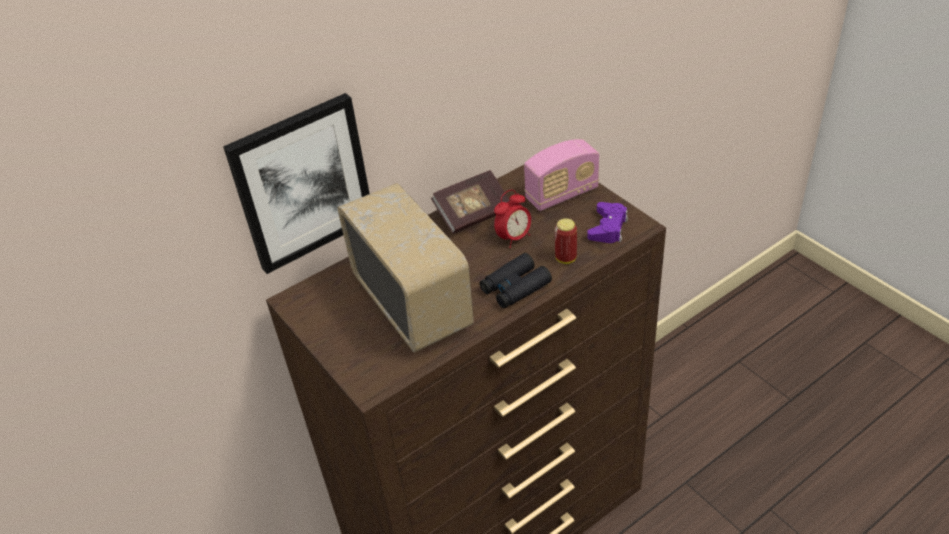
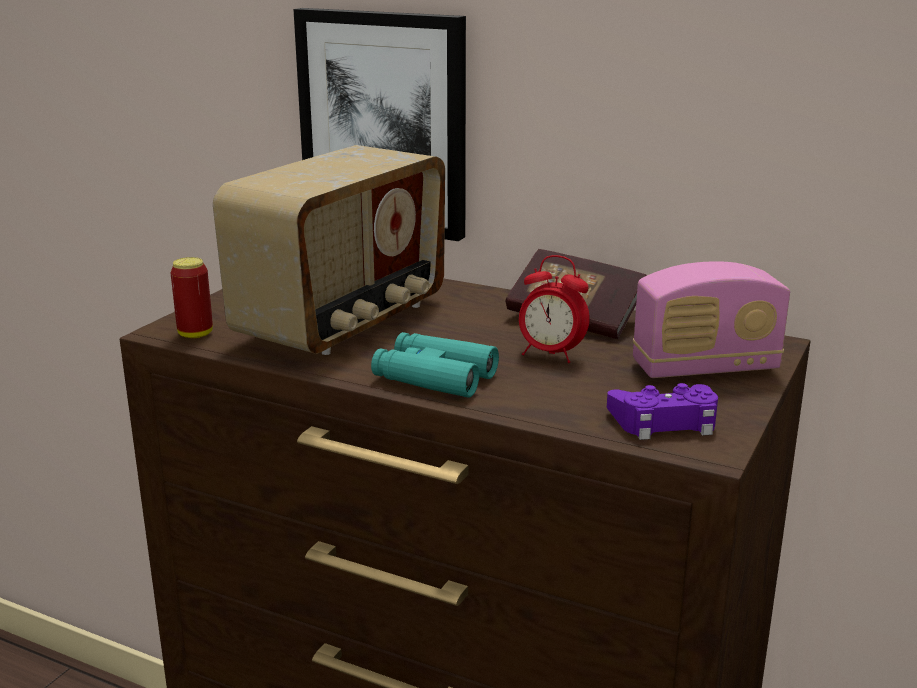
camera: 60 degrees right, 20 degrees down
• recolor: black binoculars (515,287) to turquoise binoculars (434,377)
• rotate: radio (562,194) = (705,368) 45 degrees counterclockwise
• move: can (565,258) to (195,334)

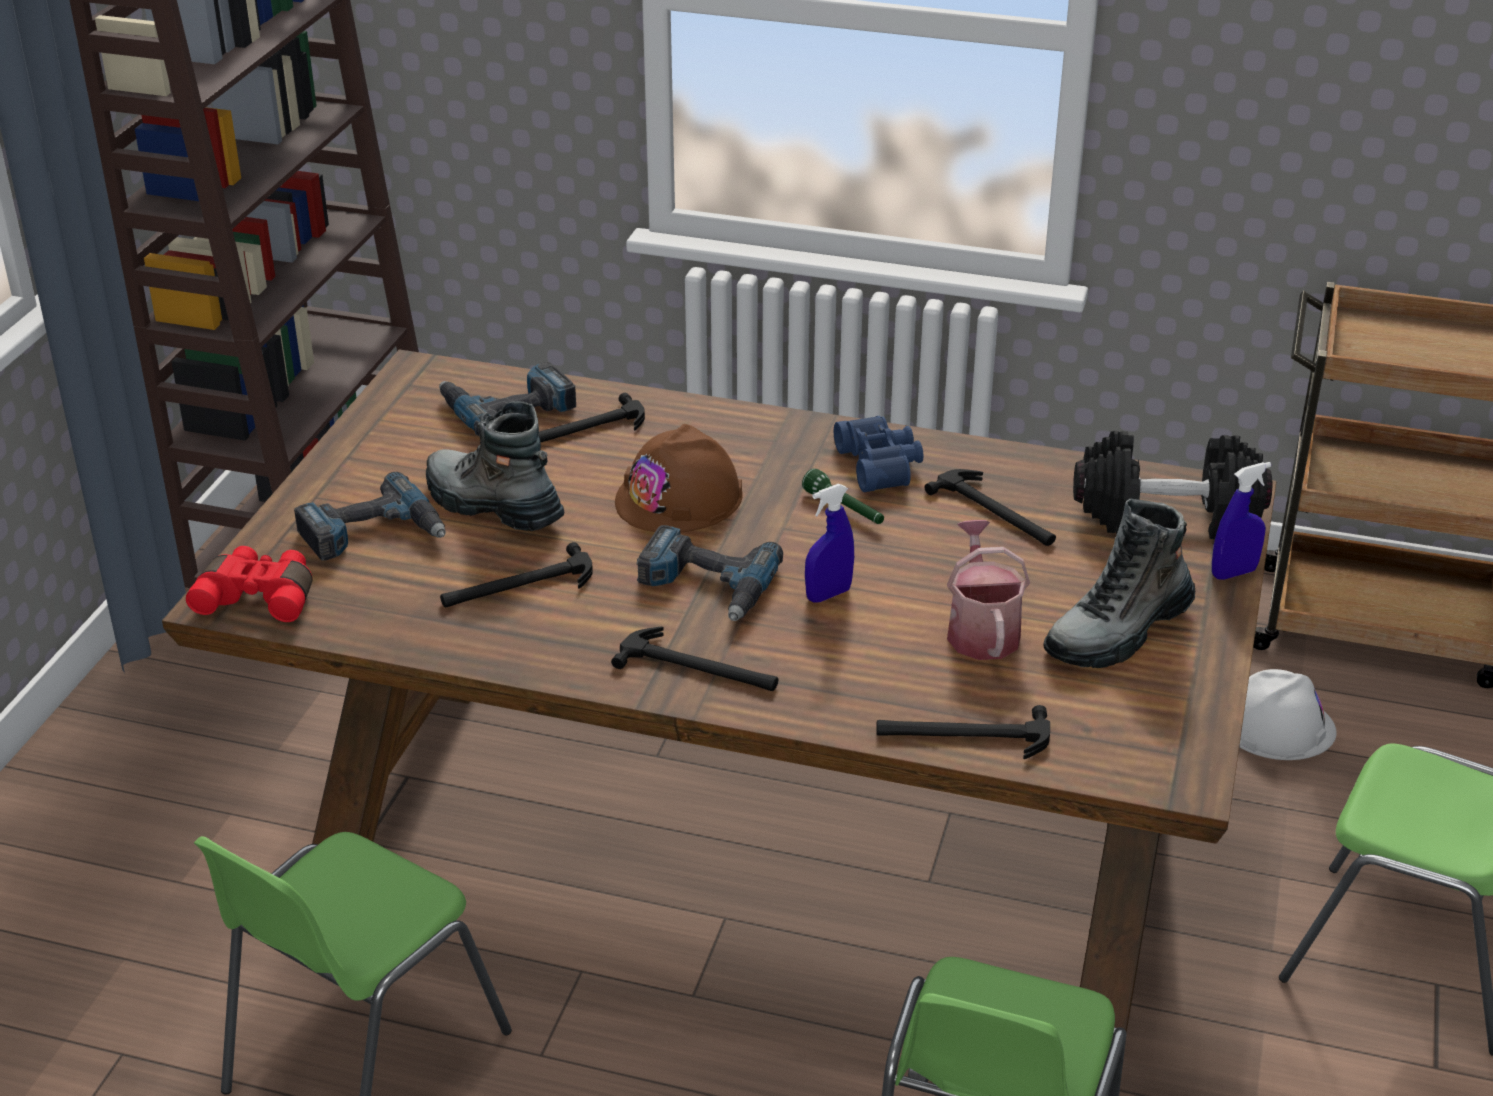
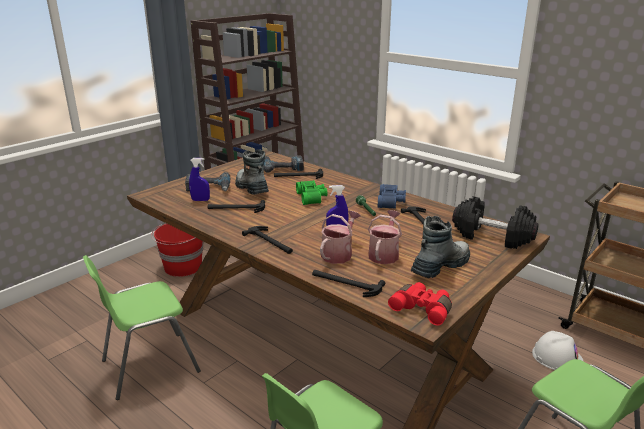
camera: 25 degrees right, 10 degrees down
• move: red binoculars (259,597) to (423,309)
• replace: brown hard hat (679,499) to green binoculars (312,197)
• delete: power drill (705,586)
• rotate: boot (1119,631) = (440,266) 150 degrees clockwise
• move: blue spray bottle (1233,573) to (200,200)
• insert: red bucket (182,267)
• insert: watering can (339,253)

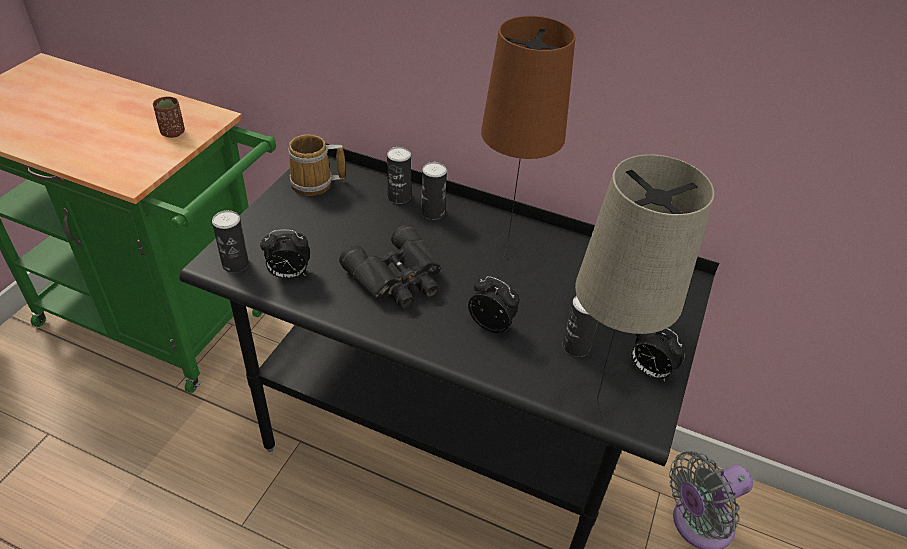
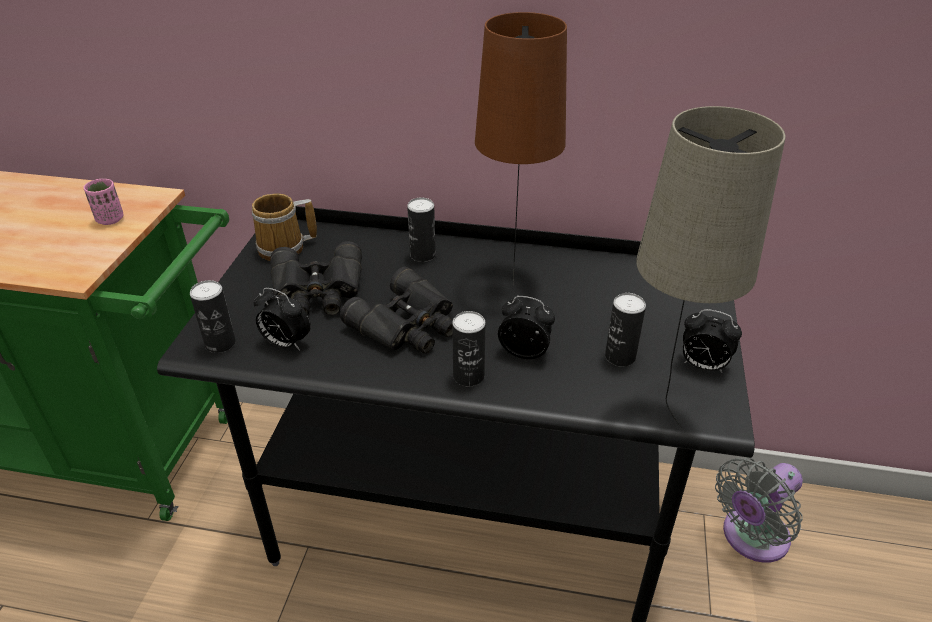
camera: 10 degrees left, 5 degrees down
• recolor: brown cup (173,132) to pink cup (110,219)
• rotate: alarm clock (289,275) = (285,344) 45 degrees clockwise
• move: can (399,197) to (468,376)
• insert: black binoculars (318,291)

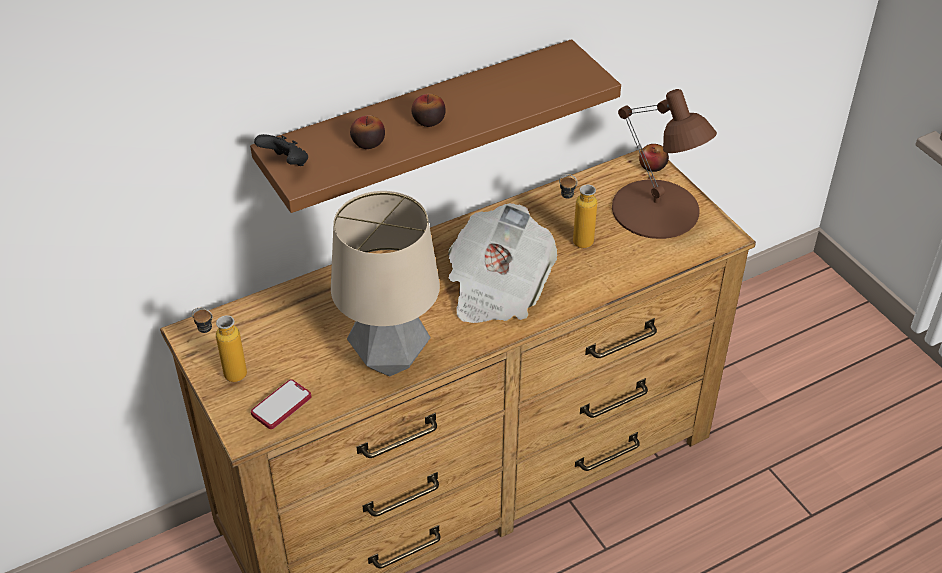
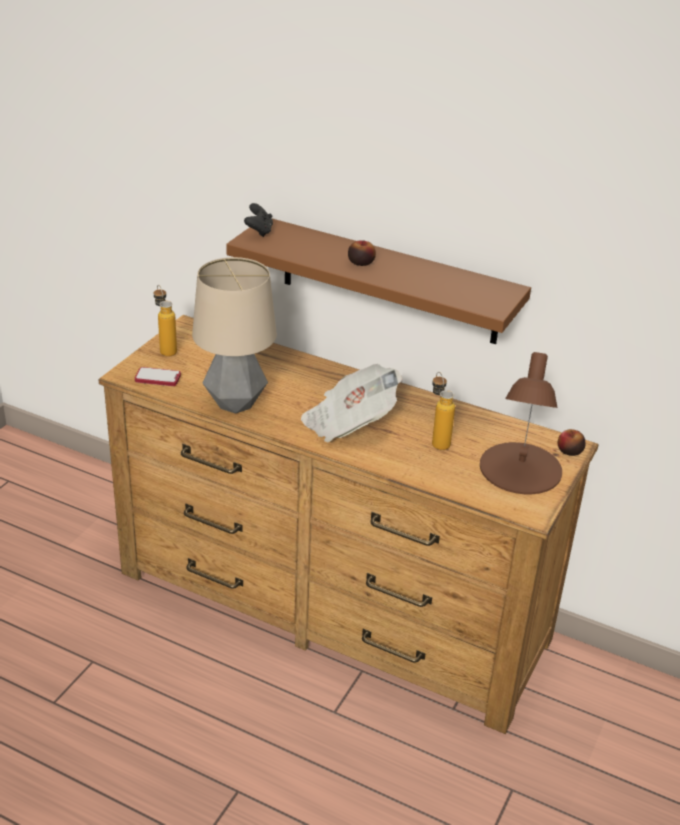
camera: 55 degrees right, 10 degrees down
• delete: apple (368,143)

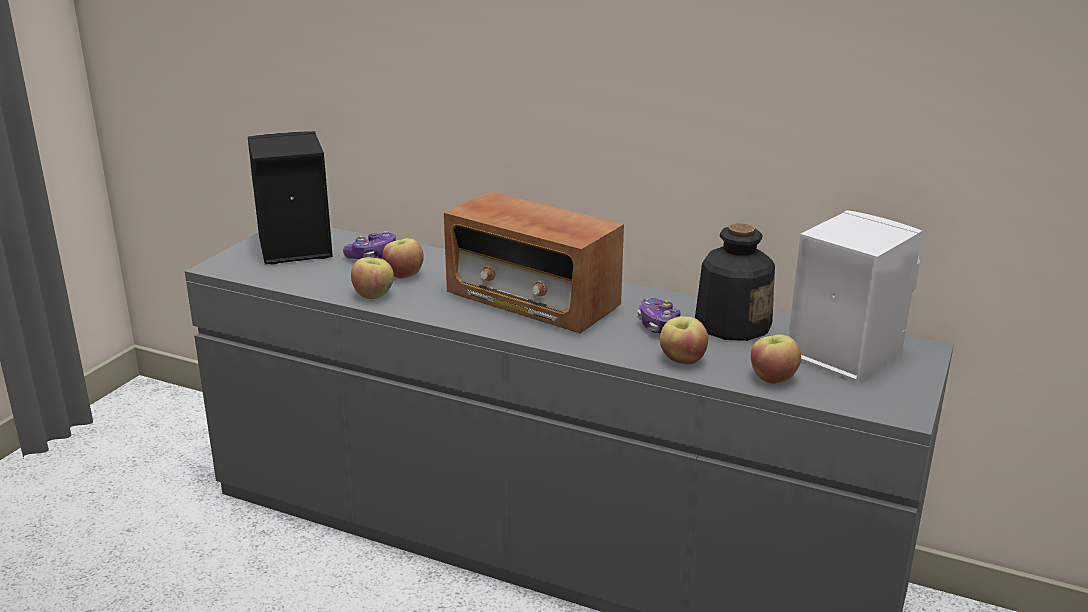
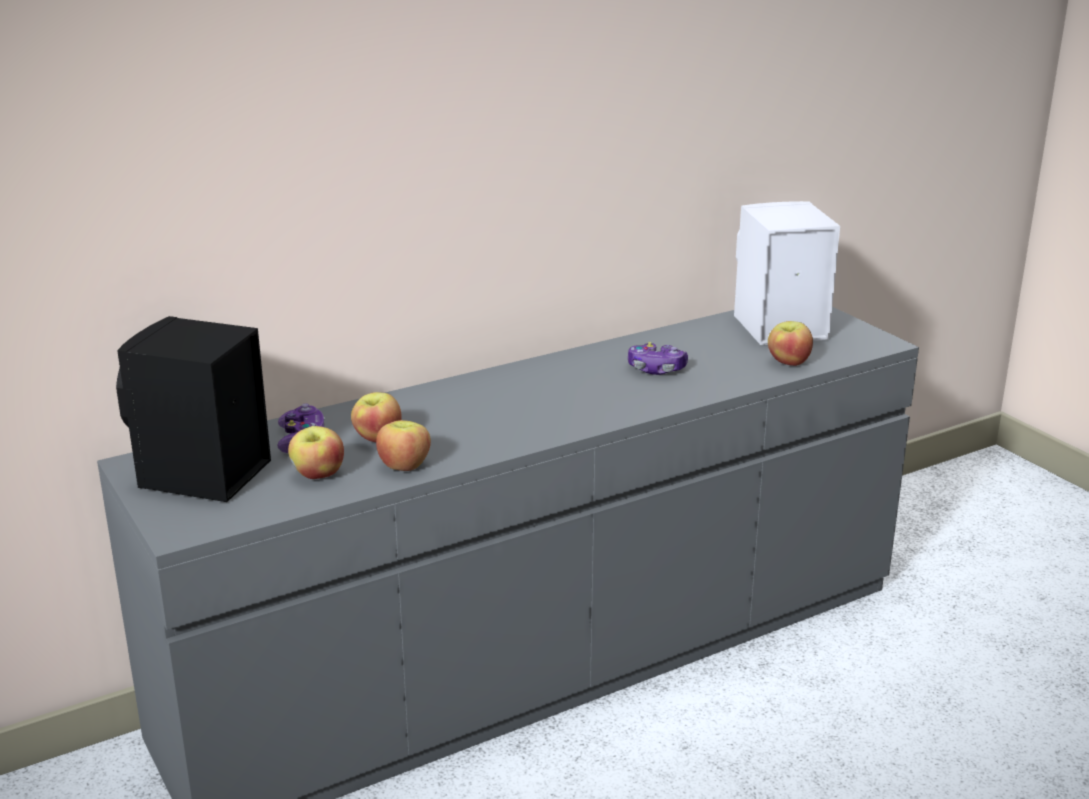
camera: 55 degrees left, 0 degrees up
• delete: radio (532,301)
• move: apple (682,360) to (318,475)
• delete: bottle (732,324)

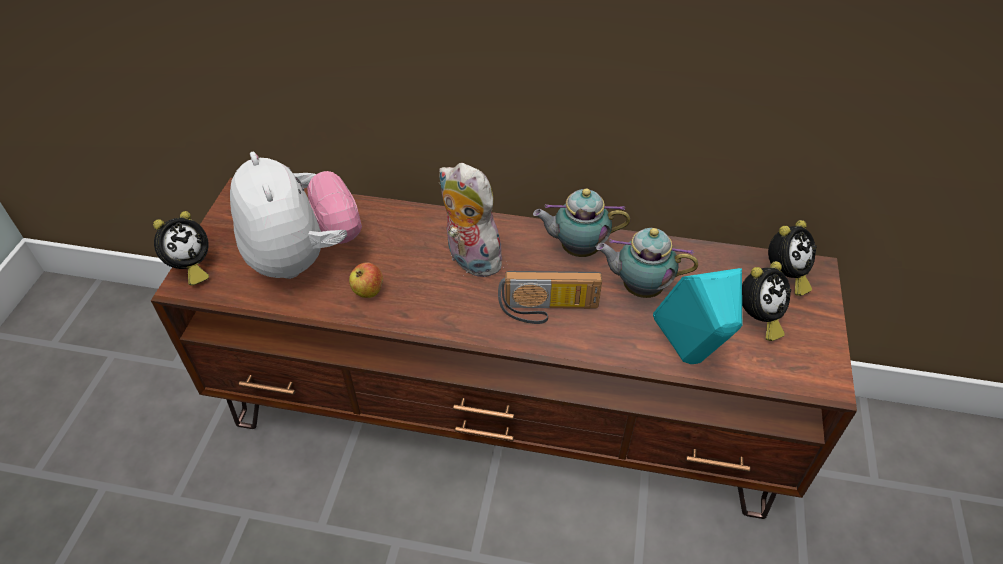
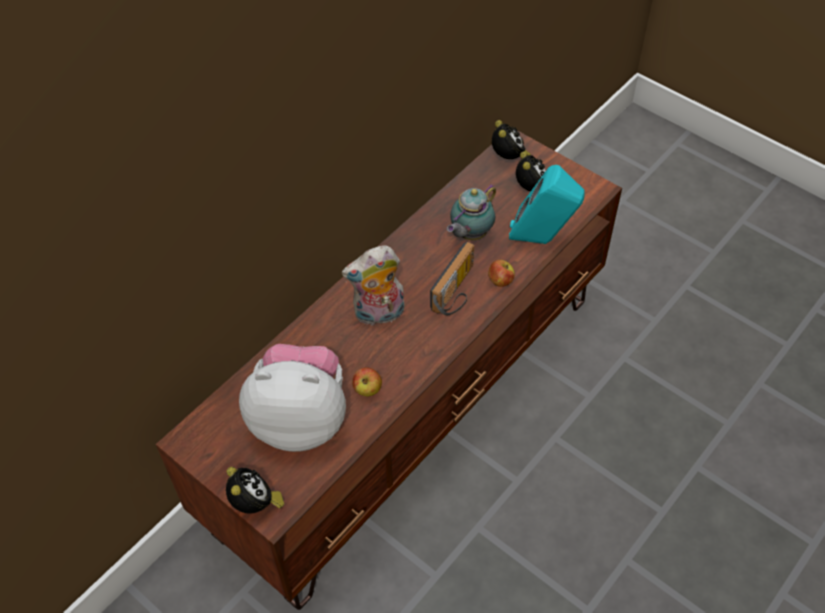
camera: 60 degrees left, 5 degrees up
• delete: teapot (577,249)
• insert: apple (500,281)

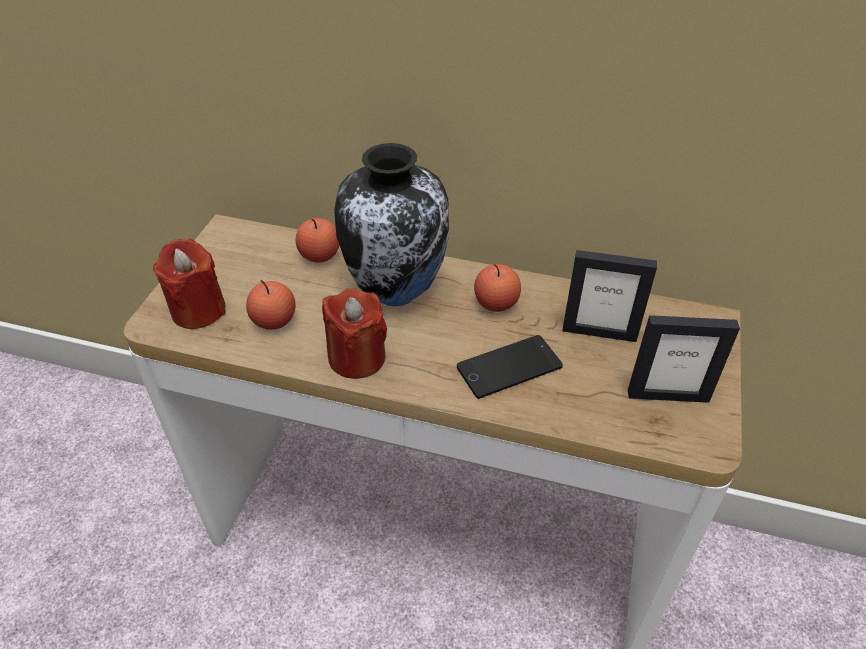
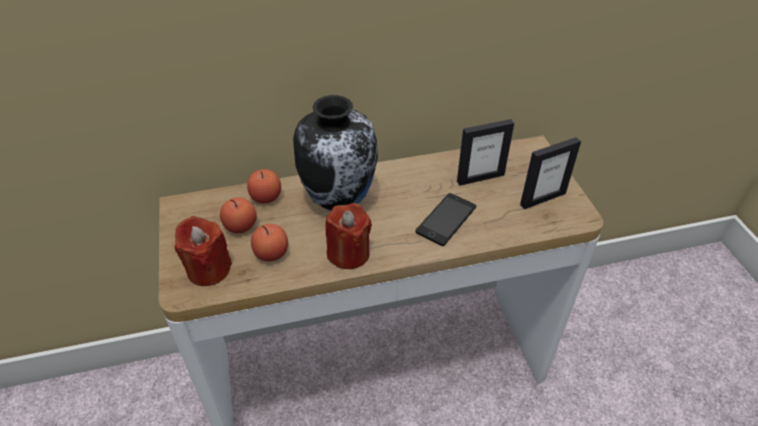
camera: 30 degrees left, 0 degrees up
• move: apple (496,303) to (240,226)

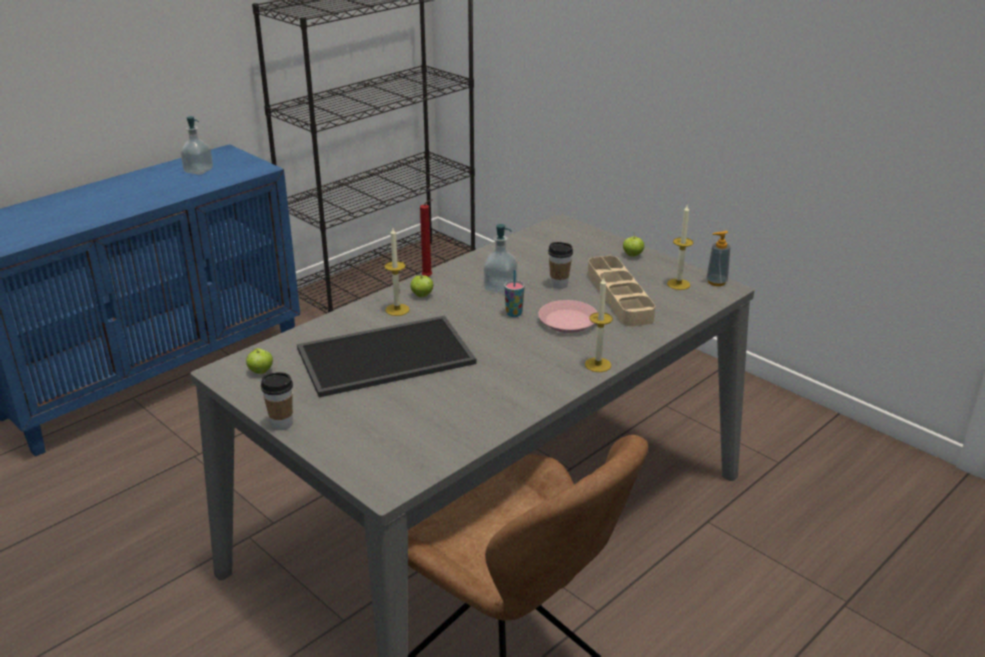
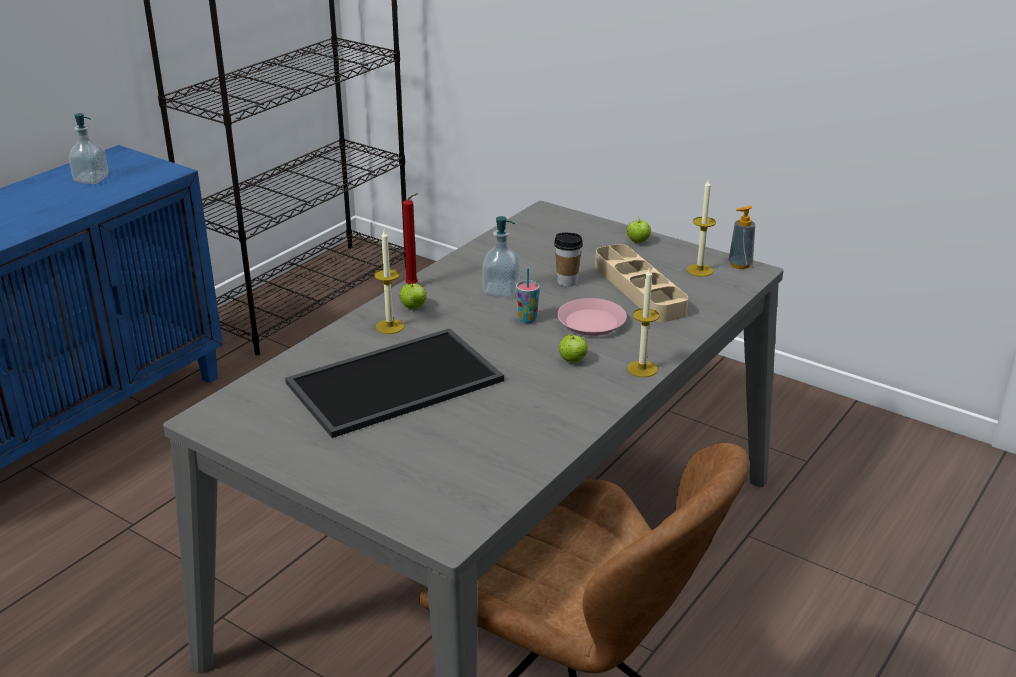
camera: 10 degrees left, 0 degrees up
• move: apple (261,372) to (572,360)
• delete: cup (282,424)

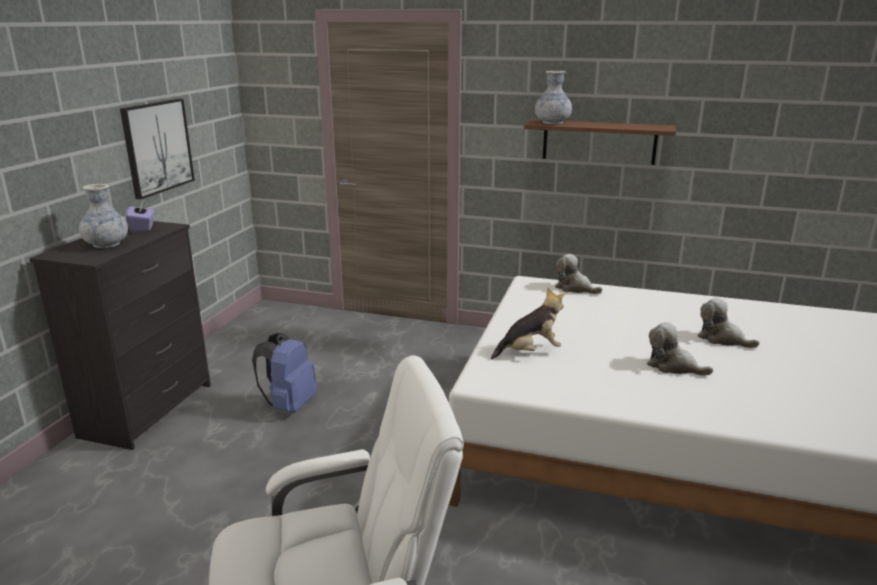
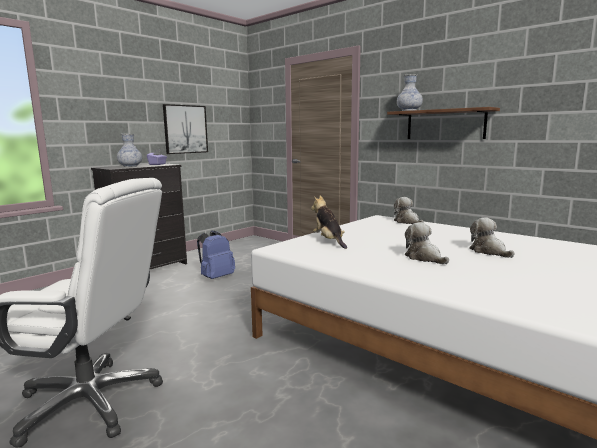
camera: 25 degrees right, 10 degrees down
• rotate: plush toy (530,352) = (329,241) 120 degrees counterclockwise

